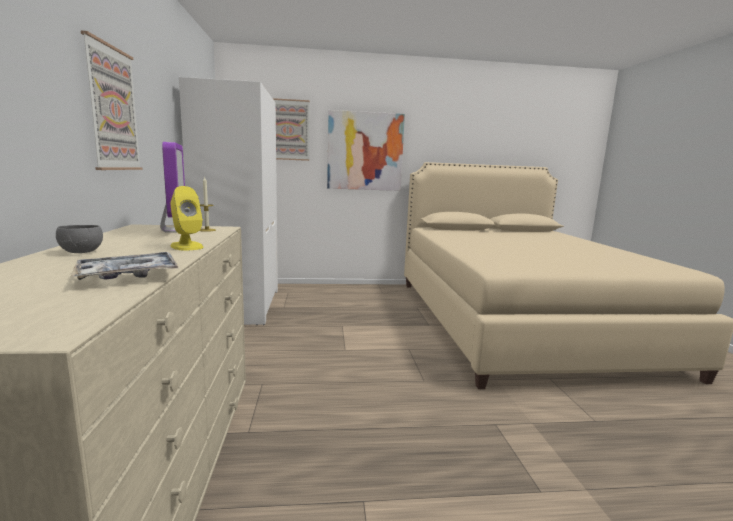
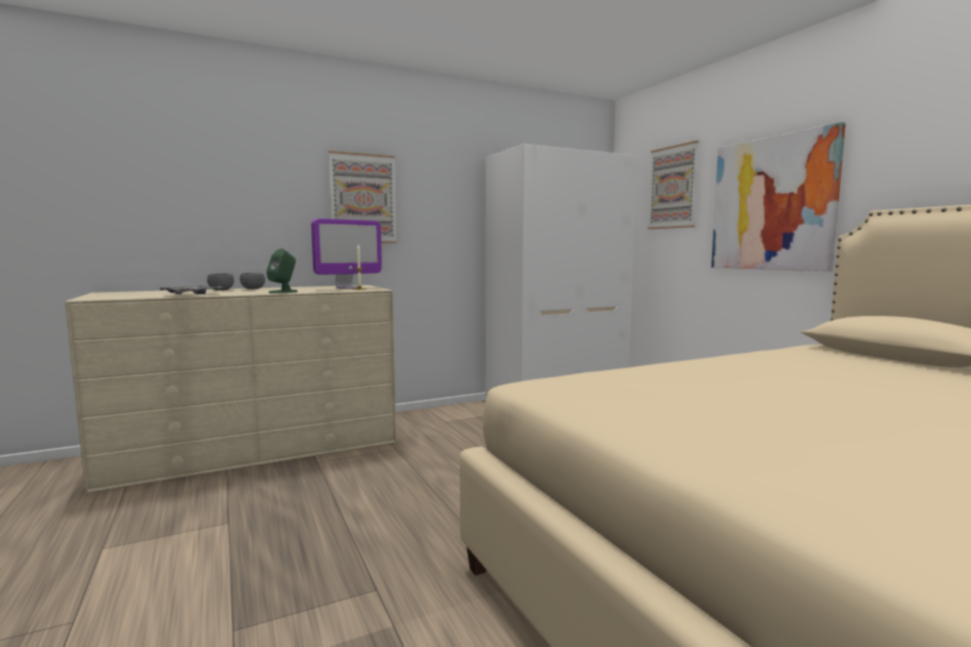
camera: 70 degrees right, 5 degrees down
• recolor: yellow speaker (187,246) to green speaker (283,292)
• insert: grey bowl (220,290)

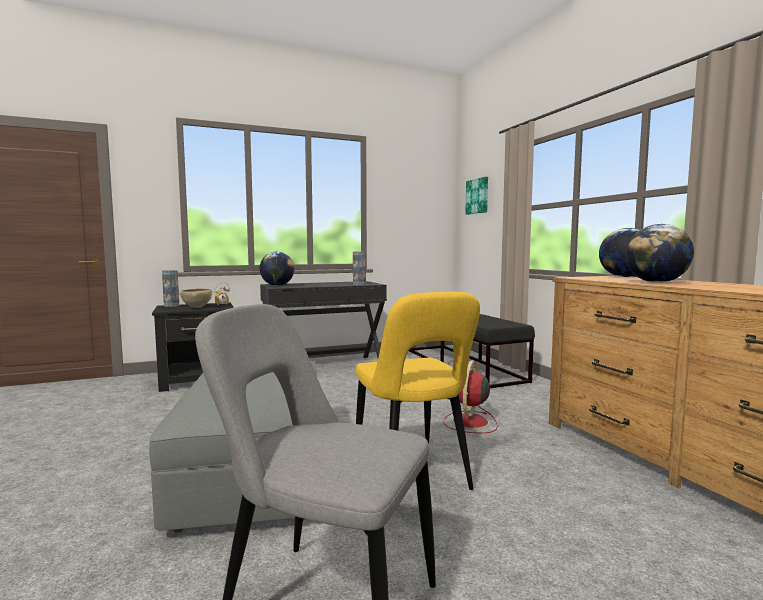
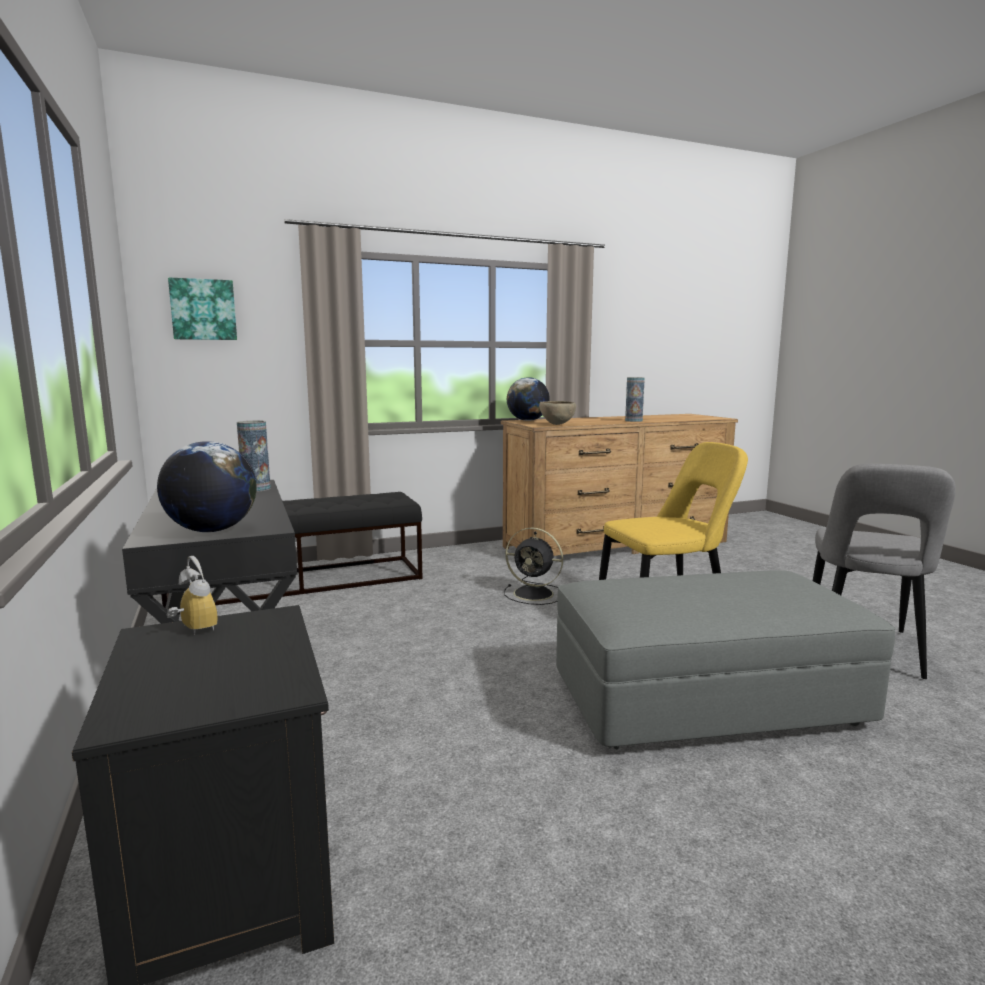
camera: 90 degrees left, 5 degrees up
• move: vase (171,305) to (633,421)
• move: brown bowl (197,308) to (557,424)
• recolor: red fan (470,422) to black fan (535,594)
• delete: globe (656,282)

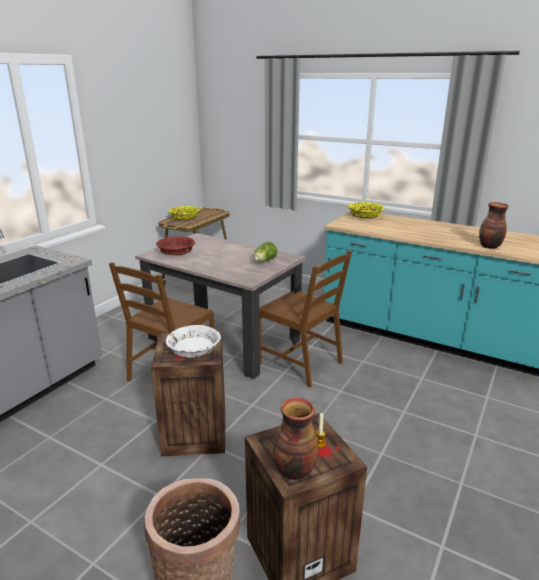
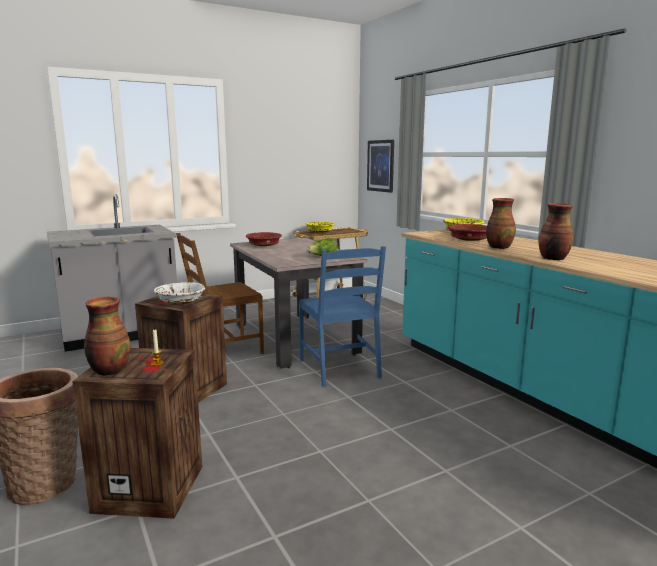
camera: 30 degrees right, 10 degrees down
• recolor: brown chair (301,363) to blue chair (340,368)
• insert: picture (380,166)
• insert: red bowl (469,239)
• insert: vase (498,247)

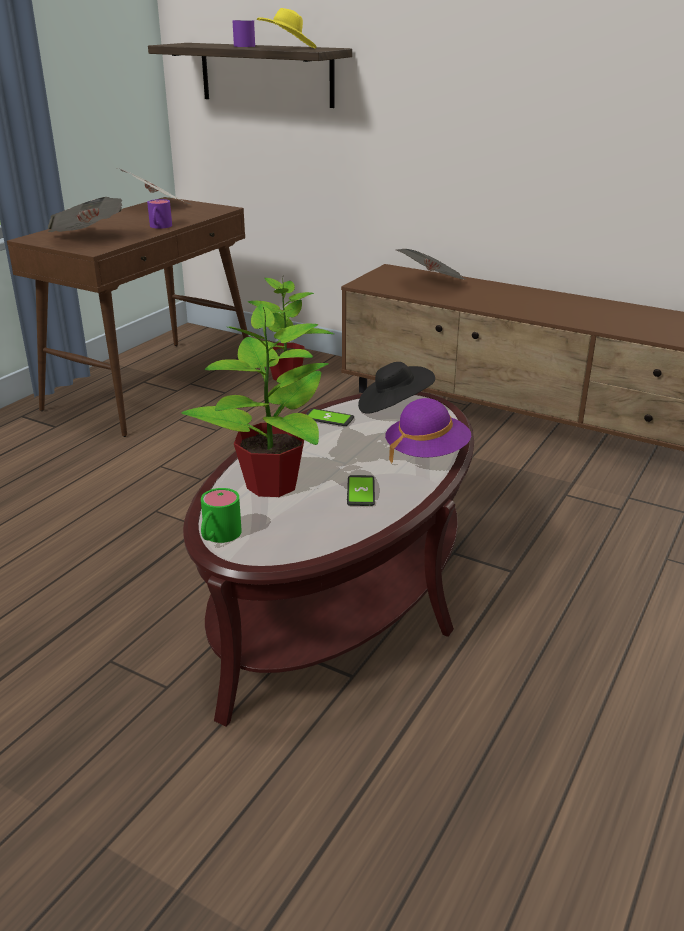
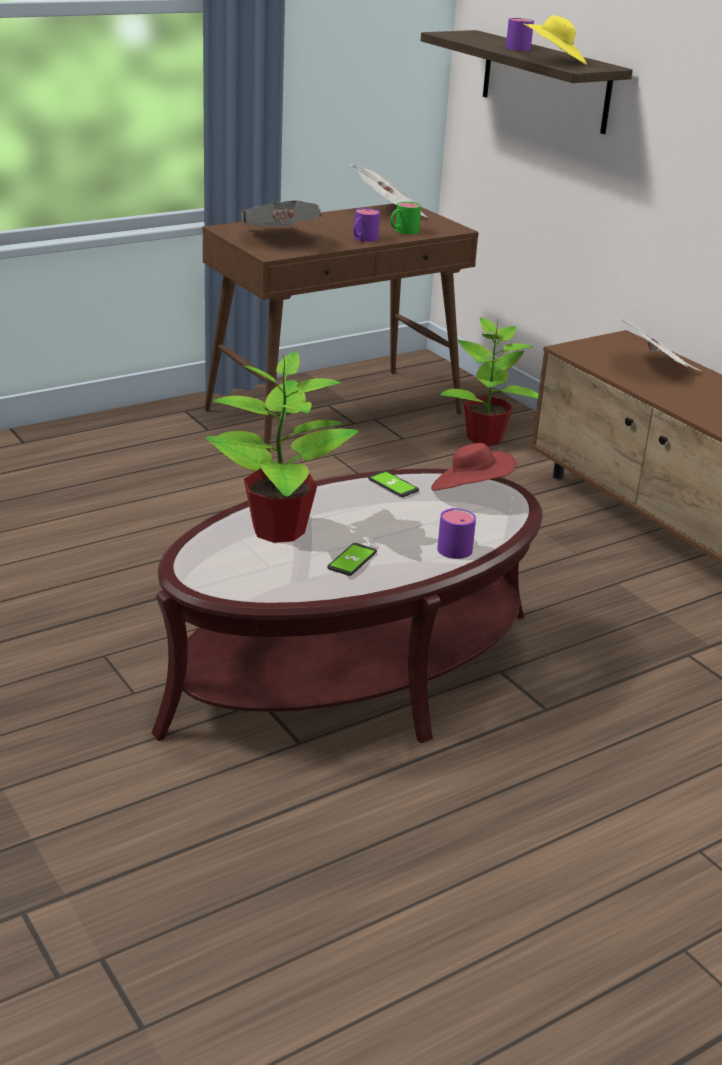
camera: 25 degrees right, 0 degrees up
• move: green mug (218,536) to (402,231)
• recolor: black hat (393,407) to red hat (470,492)
• replace: purple hat (426,453) to purple mug (453,545)

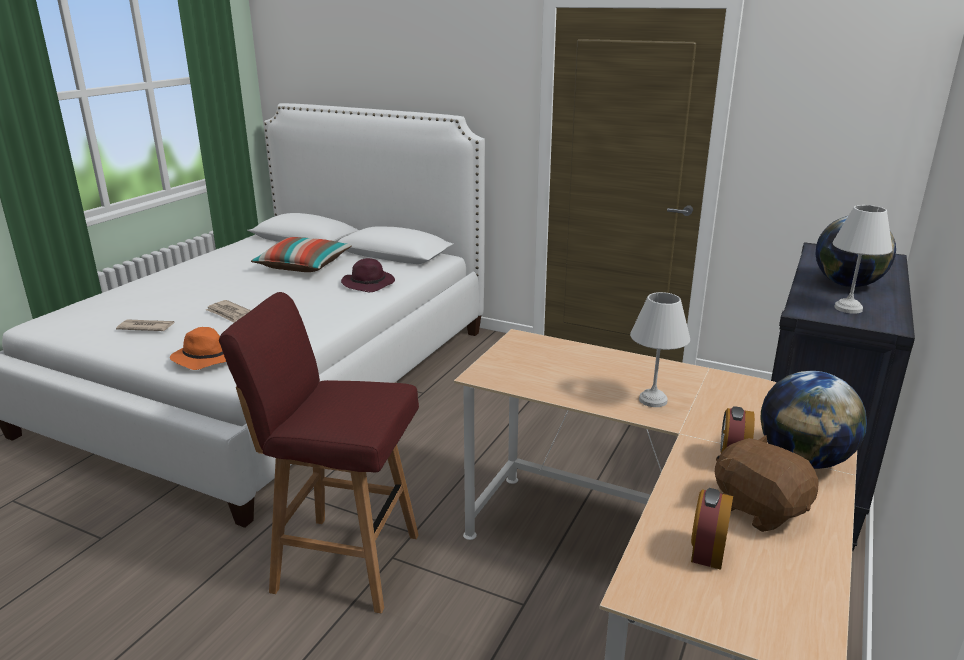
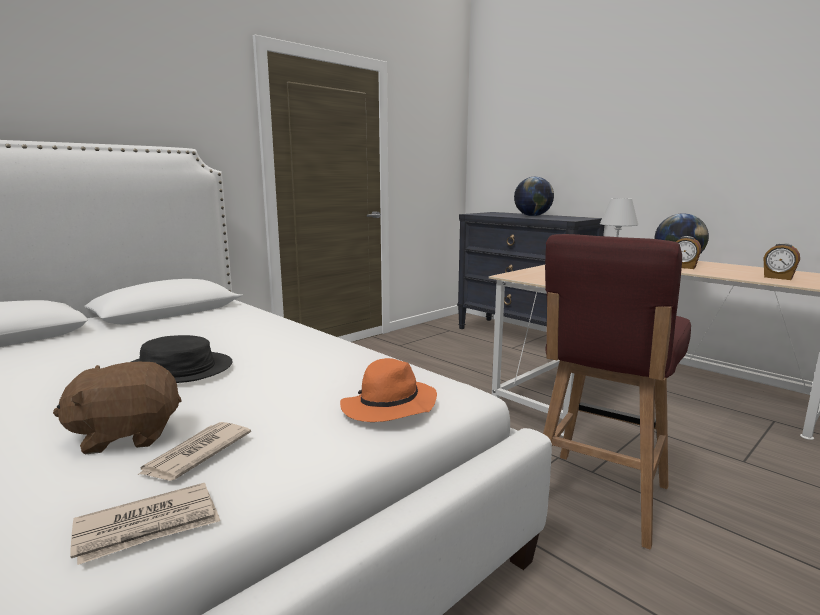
camera: 70 degrees left, 10 degrees down
• move: newspaper (229,313) to (149,526)
• delete: pillow (303,266)
• delete: purple hat (369,284)
• move: brown plush toy (758,508) to (127,435)
• delete: white table lamp (848,309)
• insert: black hat (177,369)

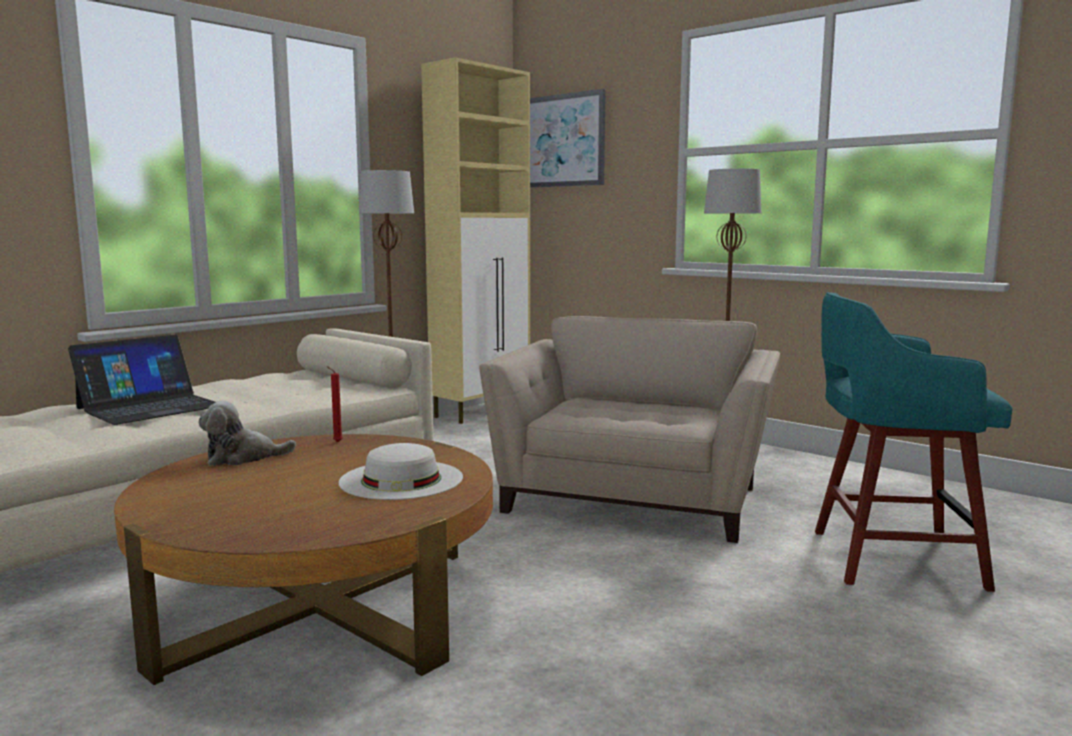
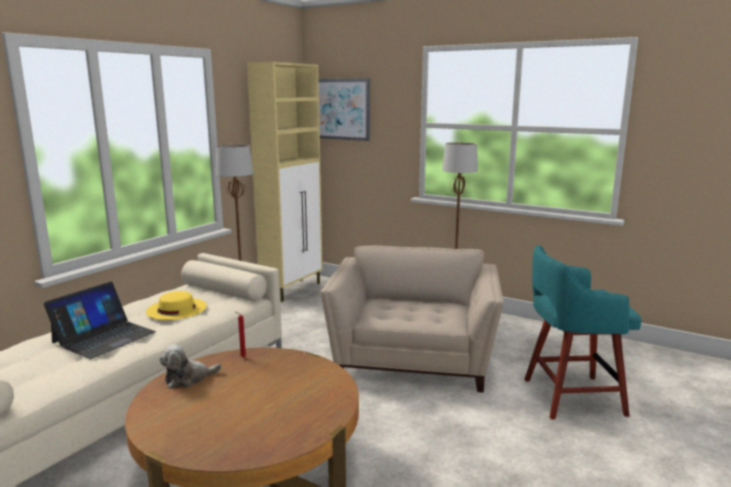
camera: 10 degrees left, 5 degrees up
• delete: white hat (401,479)
• insert: yellow hat (176,308)

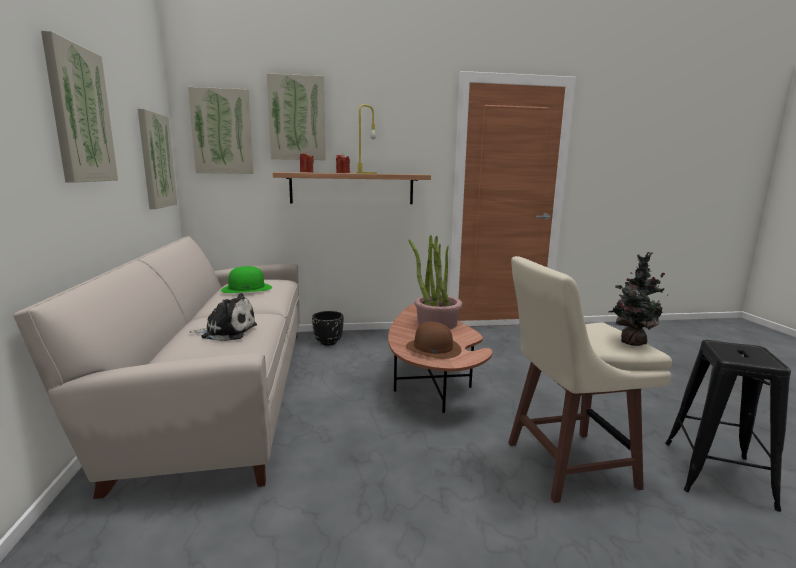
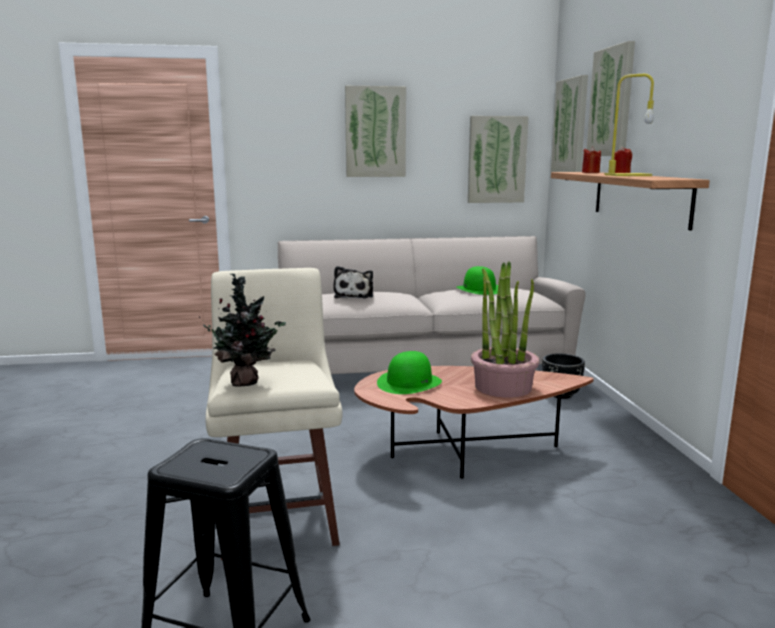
camera: 90 degrees right, 0 degrees up
• recolor: brown hat (433,348) to green hat (409,382)

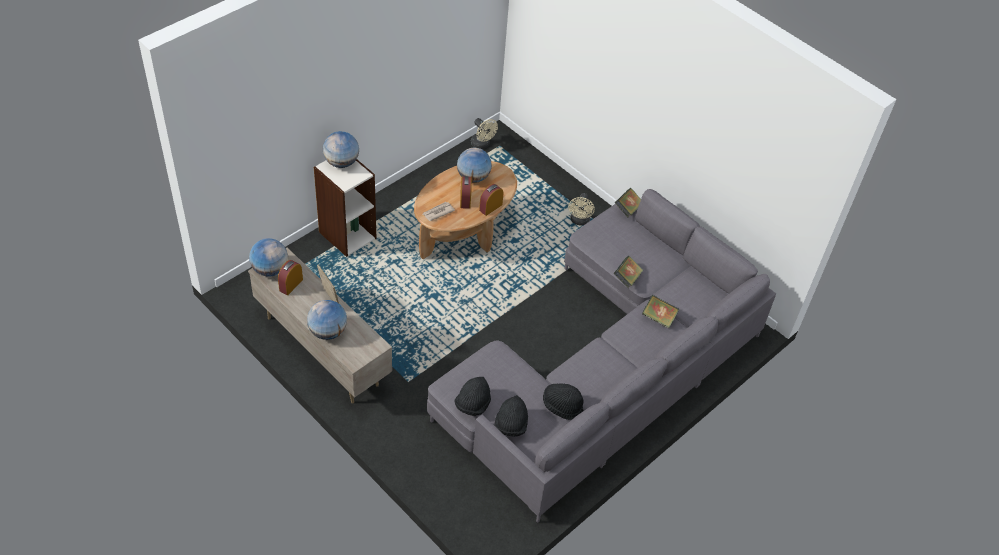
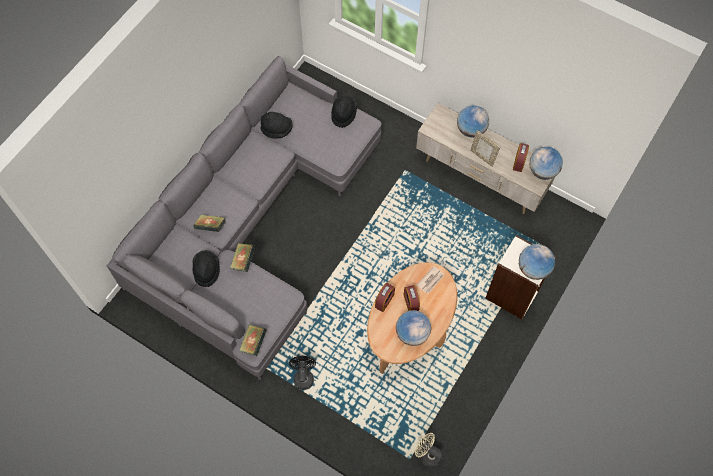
camera: 170 degrees right, 15 degrees up
• move: black hat (511,425) to (206,271)
• recolor: beige fan (579,221) to black fan (303,376)

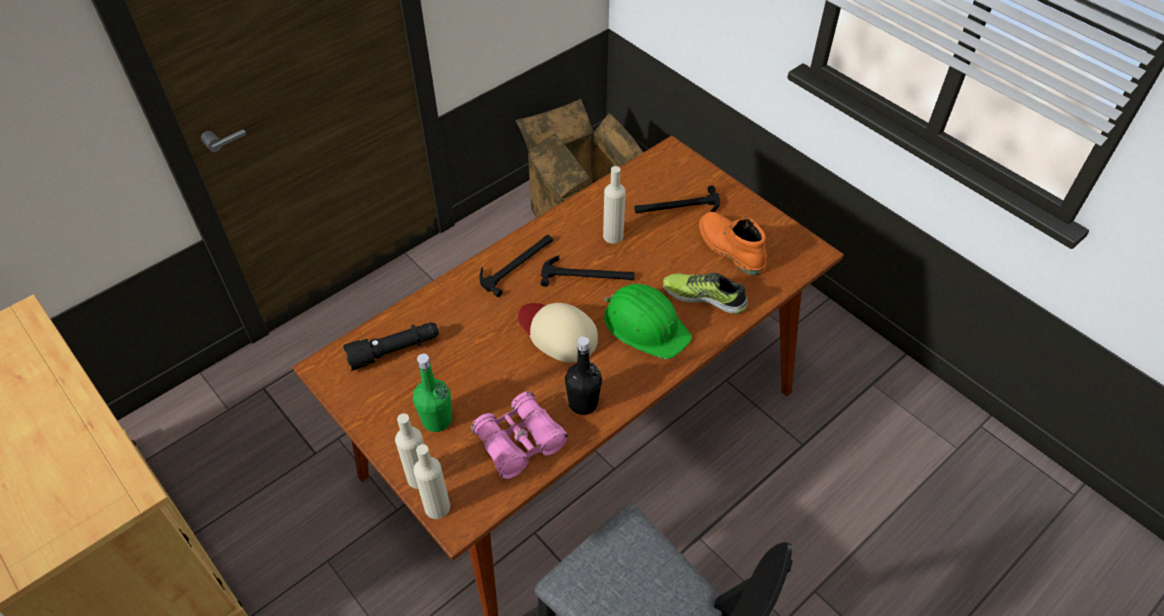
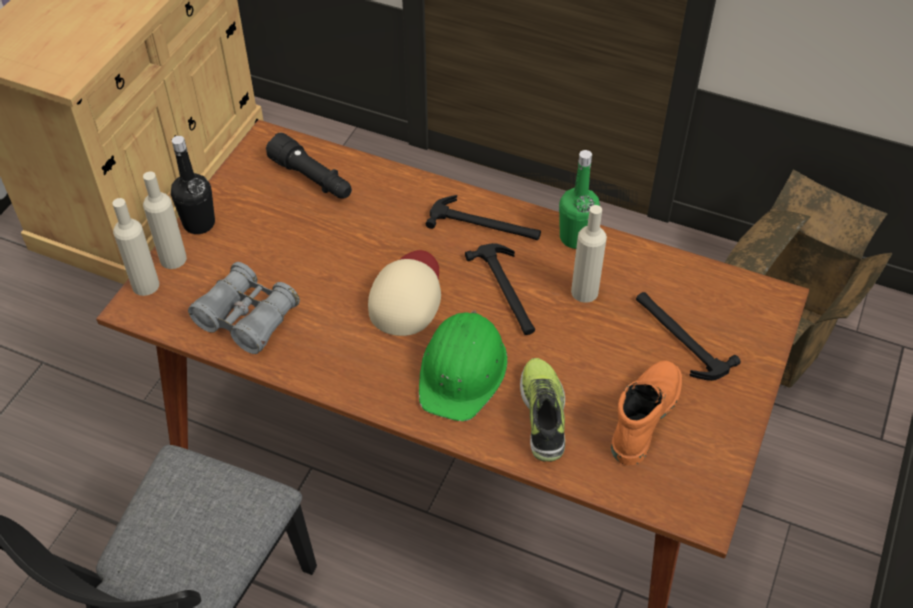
camera: 65 degrees right, 0 degrees up
• move: green bottle (437,420) to (575,238)
• recolor: pink binoculars (519,442) to grey binoculars (247,318)
• move: black bottle (583,403) to (199,223)

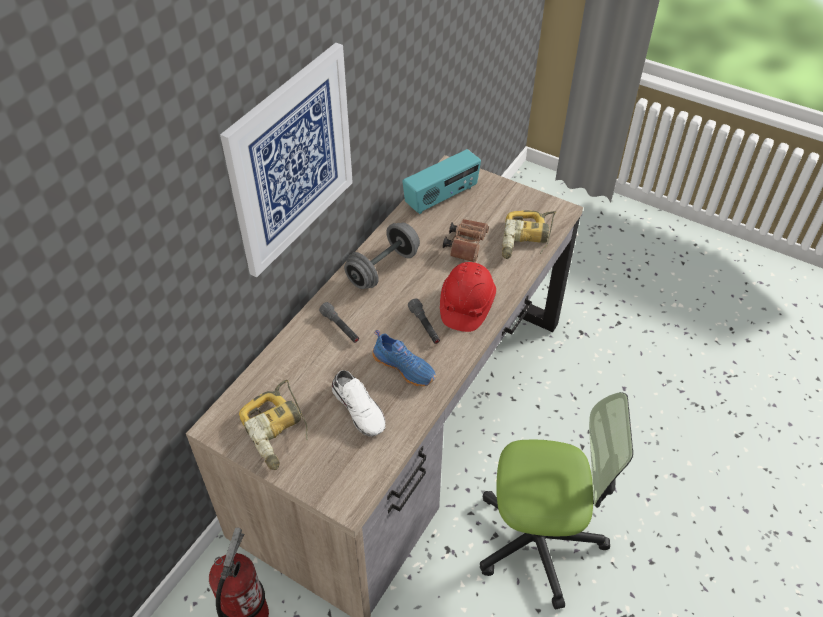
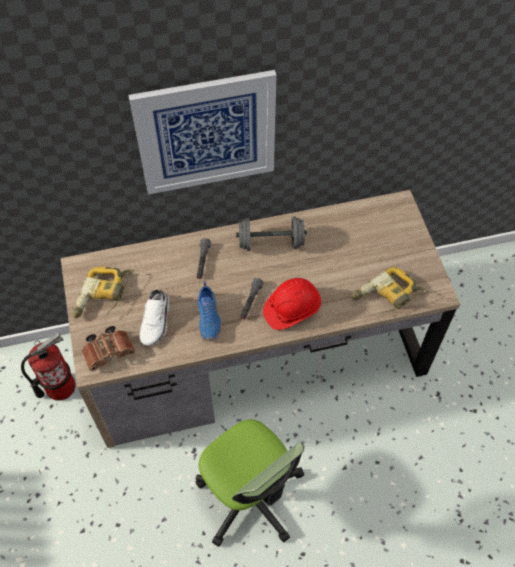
camera: 45 degrees right, 10 degrees up
• delete: radio (441,197)
• move: brown binoculars (466,245) to (110,351)

